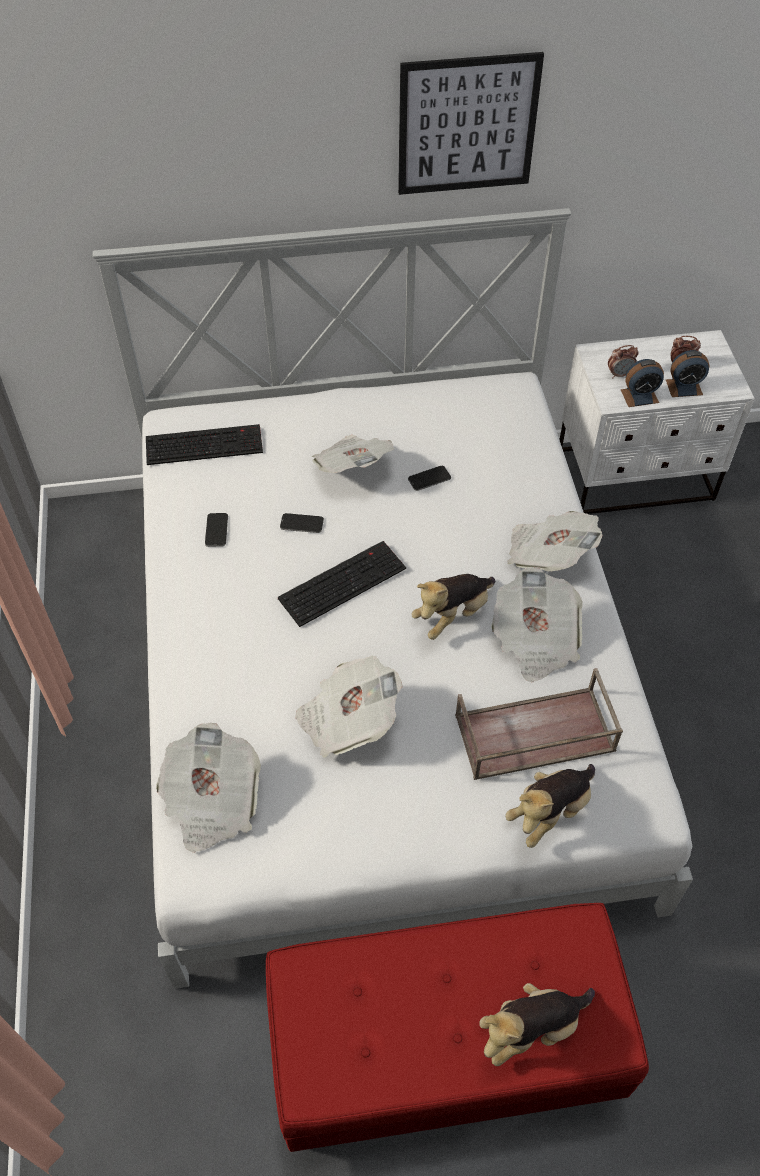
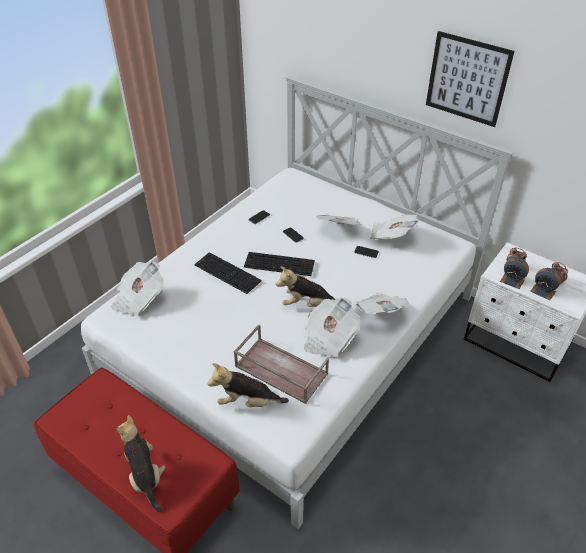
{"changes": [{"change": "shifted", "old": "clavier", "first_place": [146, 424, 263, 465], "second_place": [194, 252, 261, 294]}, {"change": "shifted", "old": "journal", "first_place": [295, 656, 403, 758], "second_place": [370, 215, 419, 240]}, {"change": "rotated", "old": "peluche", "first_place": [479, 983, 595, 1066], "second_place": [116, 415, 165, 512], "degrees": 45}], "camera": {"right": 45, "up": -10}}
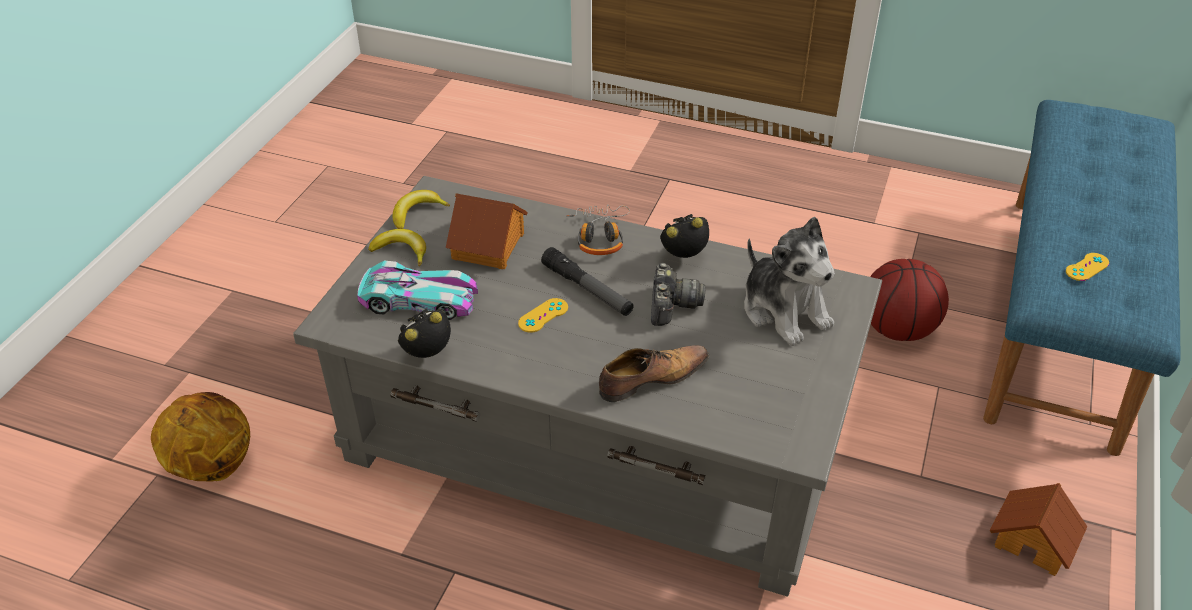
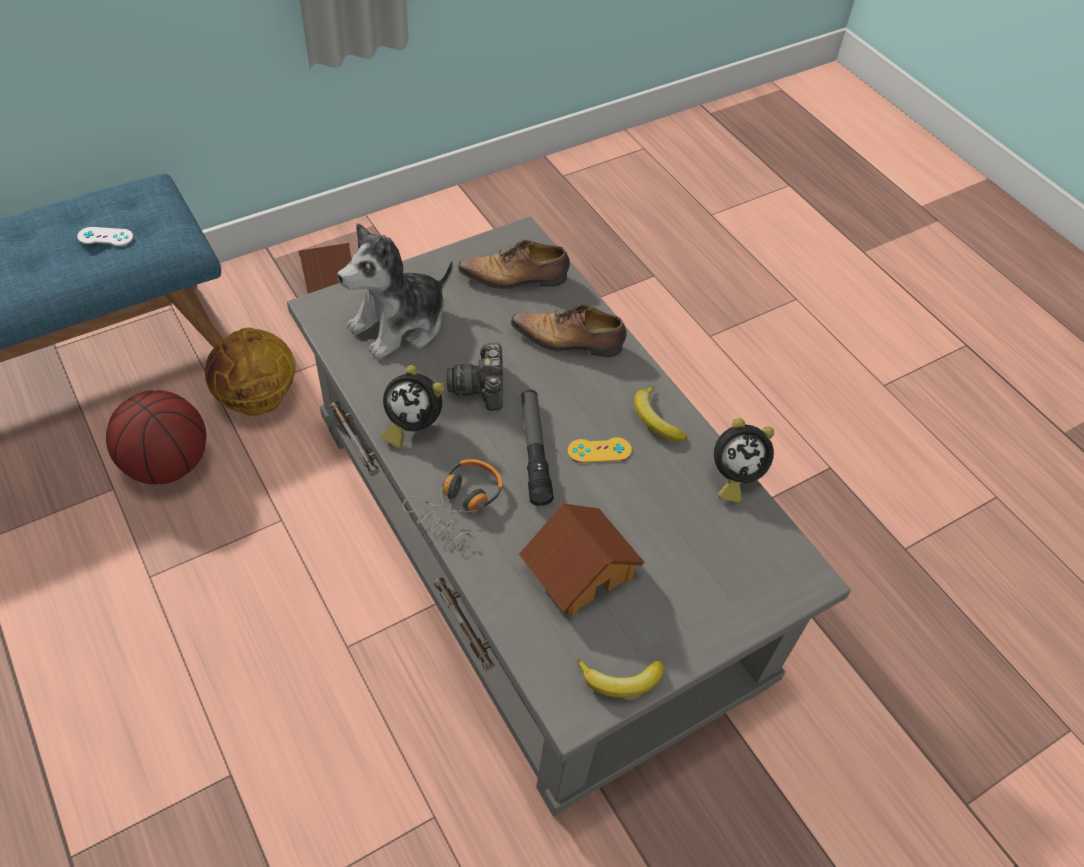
{"changes": [{"change": "gone", "old": "petite voiture", "first_place": [357, 260, 478, 320]}, {"change": "new", "new": "chaussure", "second_place": [458, 240, 570, 289]}, {"change": "shifted", "old": "ballon de basket", "first_place": [151, 392, 250, 482], "second_place": [205, 328, 296, 416]}, {"change": "shifted", "old": "banane", "first_place": [368, 229, 426, 266], "second_place": [634, 386, 687, 442]}, {"change": "repainted", "old": "manette (jaune)", "new": "manette (blanc)", "first_place": [1066, 253, 1109, 281], "second_place": [77, 227, 133, 246]}, {"change": "rotated", "old": "appareil photo", "first_place": [651, 263, 706, 326], "second_place": [447, 343, 503, 411], "degrees": -45}, {"change": "rotated", "old": "peluche", "first_place": [744, 217, 835, 346], "second_place": [338, 223, 453, 360], "degrees": -135}], "camera": {"right": -145, "up": 10}}
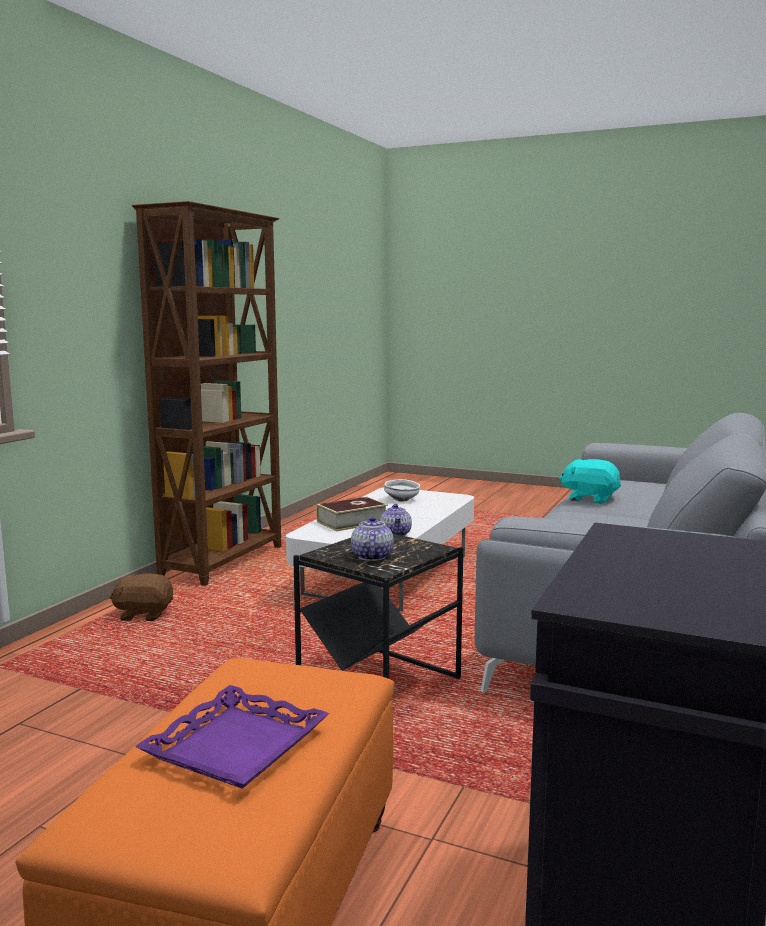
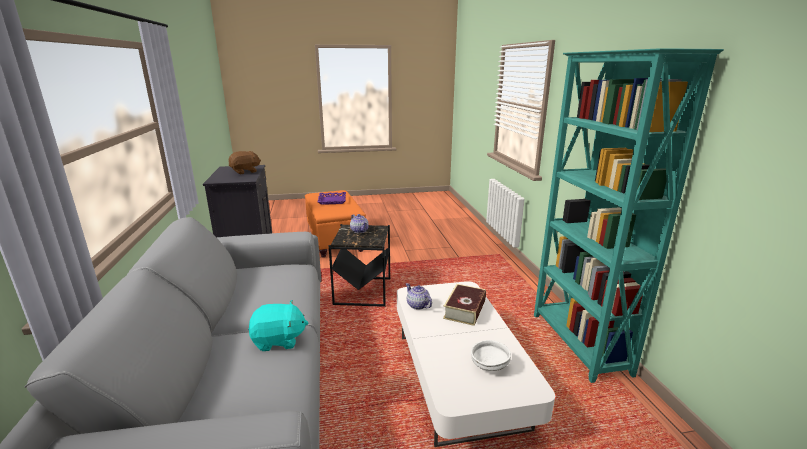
{"changes": [{"change": "shifted", "old": "peluche (marron)", "first_place": [110, 573, 173, 621], "second_place": [229, 151, 261, 174]}, {"change": "repainted", "old": "bibliothèque (marron)", "new": "bibliothèque (turquoise)", "first_place": [132, 201, 281, 586], "second_place": [534, 48, 724, 383]}], "camera": {"right": 145, "up": 10}}
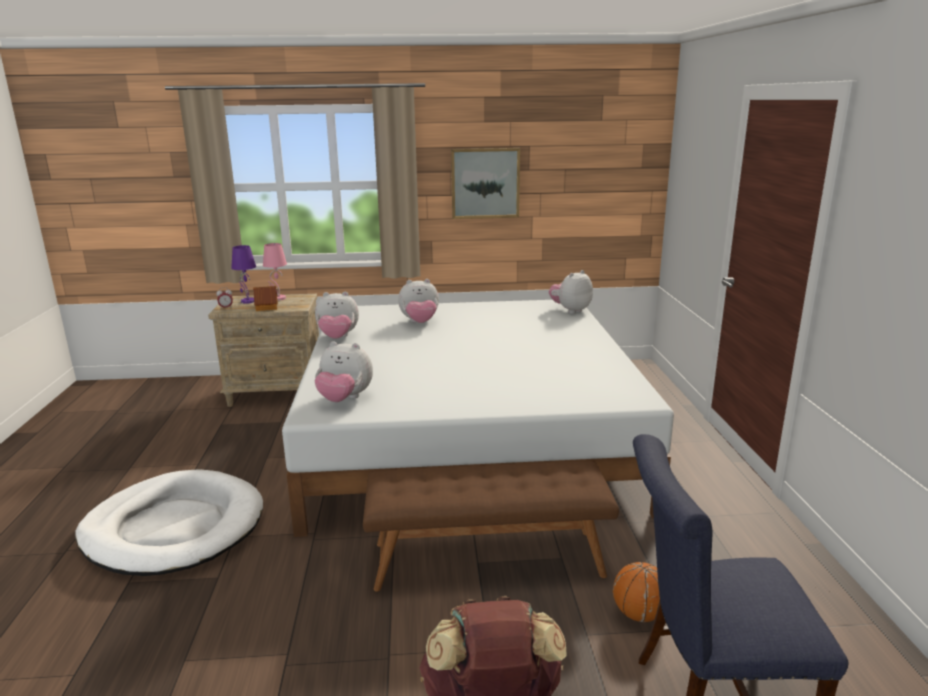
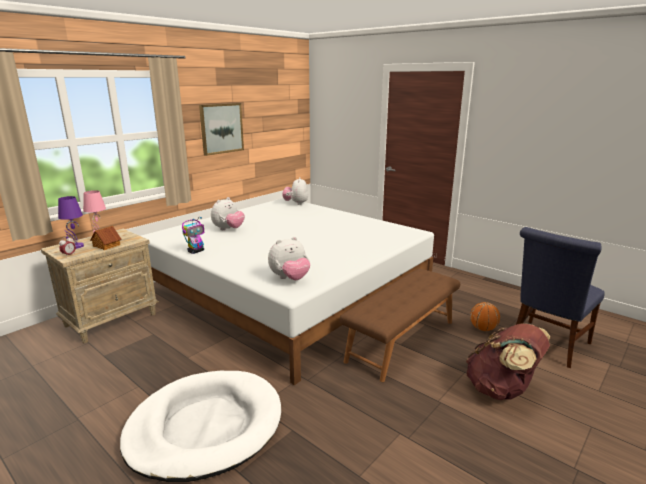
{"changes": [{"change": "swapped", "old": "peluche", "new": "robot jouet", "first_place": [315, 292, 359, 339], "second_place": [182, 217, 204, 254]}], "camera": {"right": -45, "up": 0}}
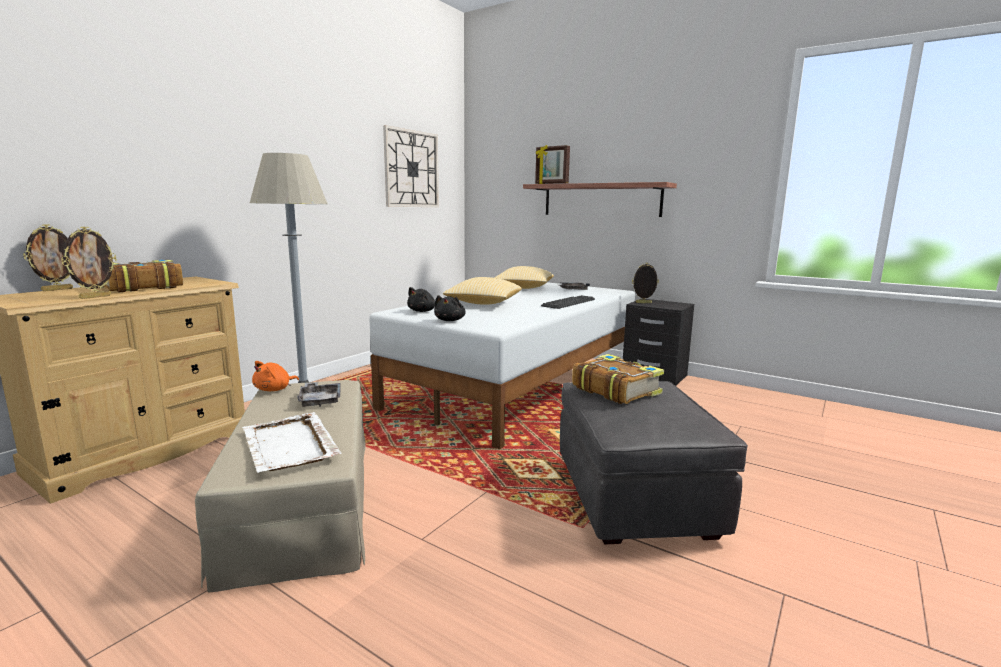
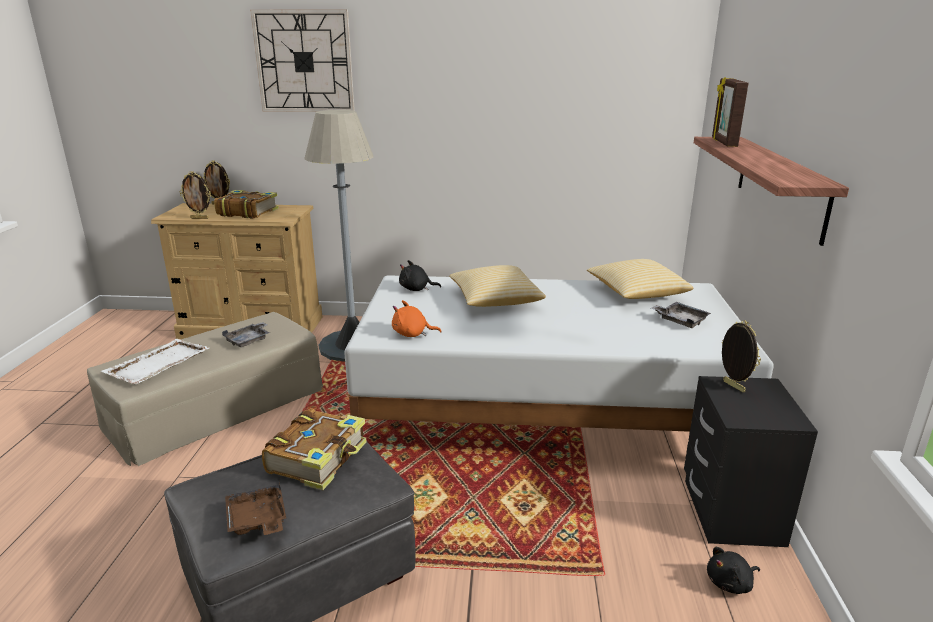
{"changes": [{"change": "gone", "old": "clavier", "first_place": [541, 295, 595, 309]}, {"change": "new", "new": "plateau (marron)", "second_place": [225, 482, 286, 535]}, {"change": "shifted", "old": "peluche (orange)", "first_place": [252, 361, 299, 391], "second_place": [392, 300, 442, 337]}, {"change": "shifted", "old": "horloge murale", "first_place": [383, 125, 439, 207], "second_place": [250, 9, 355, 112]}, {"change": "shifted", "old": "peluche (noir)", "first_place": [434, 295, 466, 321], "second_place": [707, 547, 760, 594]}], "camera": {"right": 60, "up": 10}}
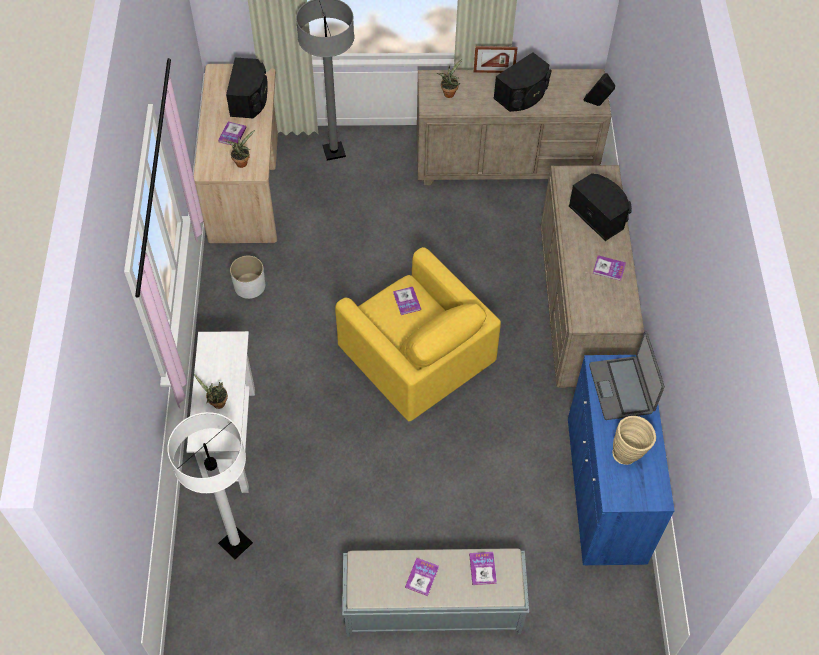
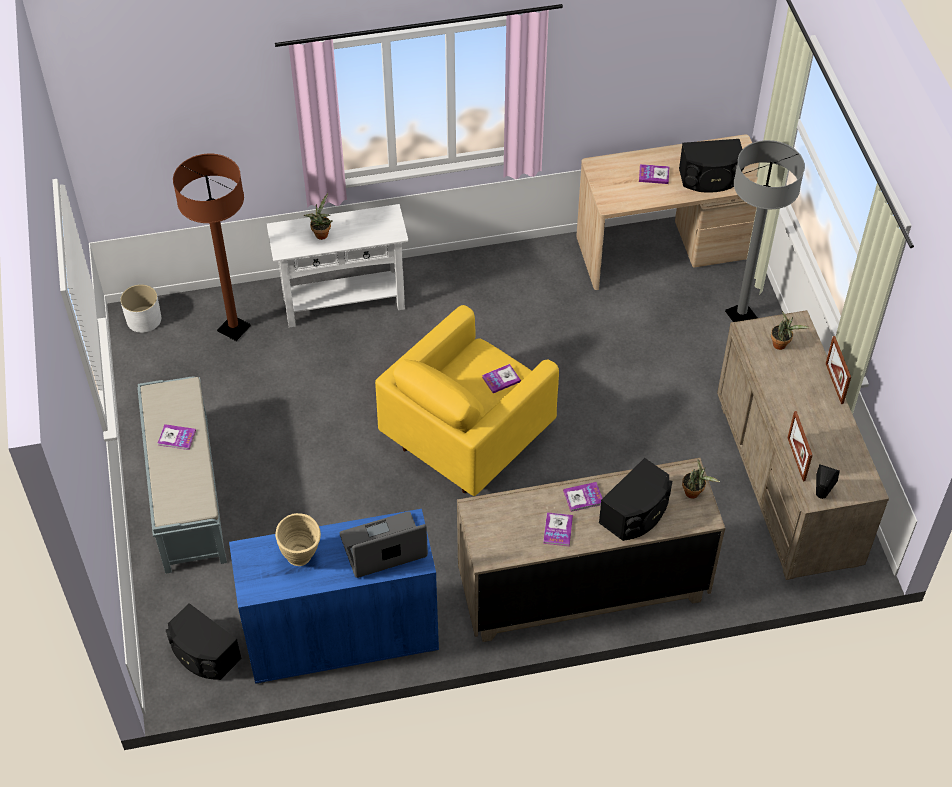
{"changes": [{"change": "new", "new": "cadre photo", "second_place": [787, 411, 813, 482]}, {"change": "shifted", "old": "plante en pot", "first_place": [226, 130, 255, 168], "second_place": [682, 458, 720, 499]}, {"change": "shifted", "old": "cache-pot (blanc)", "first_place": [230, 256, 265, 299], "second_place": [120, 285, 161, 333]}, {"change": "shifted", "old": "livre", "first_place": [469, 552, 497, 585], "second_place": [563, 482, 602, 512]}, {"change": "shifted", "old": "enceinte (noir)", "first_place": [494, 52, 551, 112], "second_place": [166, 603, 242, 680]}, {"change": "repainted", "old": "lampadaire (blanc)", "new": "lampadaire (marron)", "first_place": [167, 412, 253, 559], "second_place": [173, 154, 251, 341]}], "camera": {"right": 80, "up": -5}}
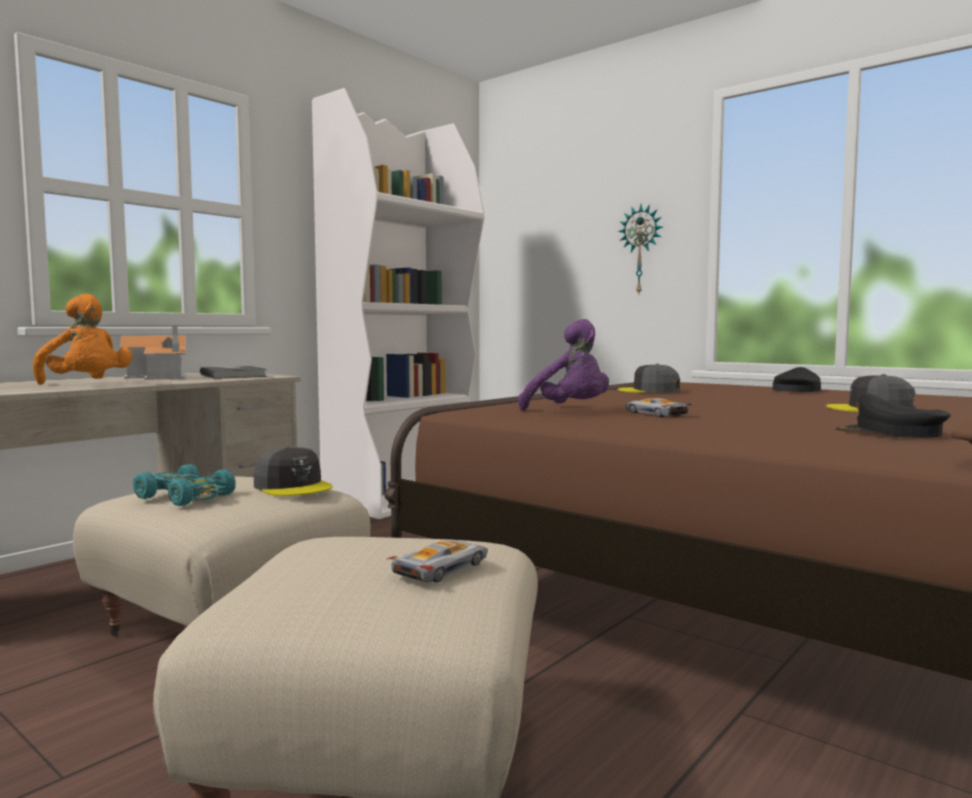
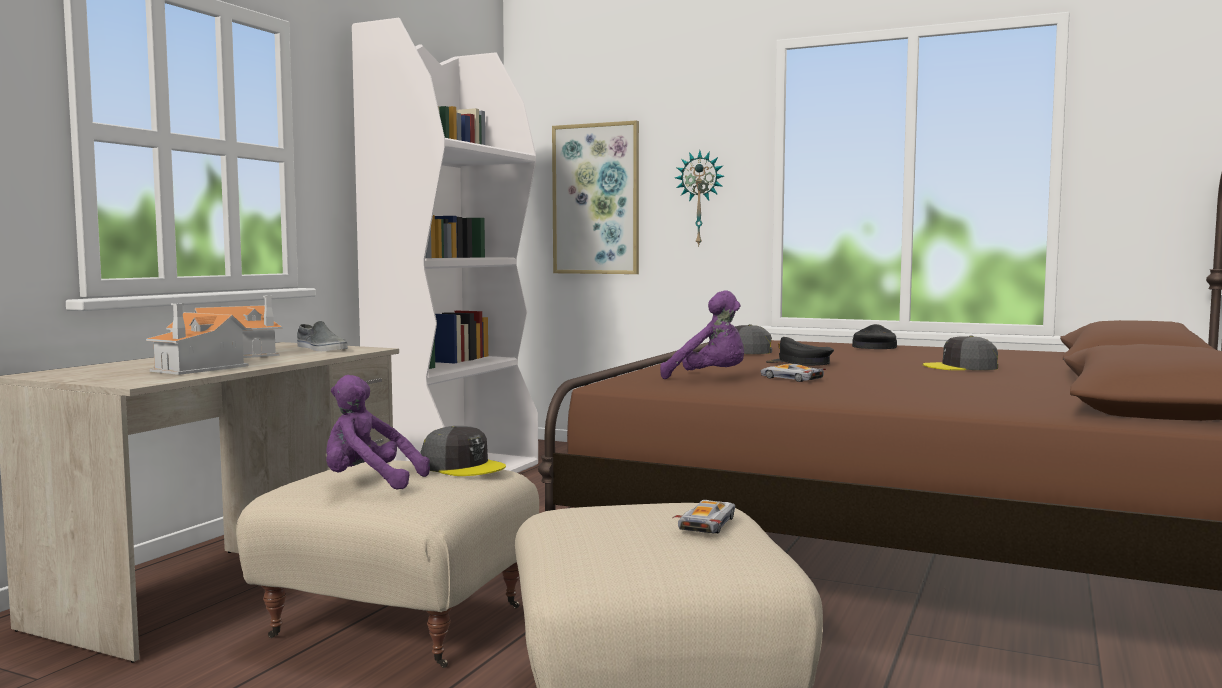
{"changes": [{"change": "new", "new": "tableau", "second_place": [552, 120, 639, 274]}, {"change": "shifted", "old": "casquette (noir)", "first_place": [835, 393, 951, 438], "second_place": [766, 337, 834, 366]}, {"change": "swapped", "old": "peluche (orange)", "new": "maison miniature", "first_place": [33, 294, 133, 385], "second_place": [146, 303, 252, 375]}, {"change": "swapped", "old": "petite voiture (turquoise)", "new": "peluche (violet)", "first_place": [133, 464, 236, 506], "second_place": [326, 375, 430, 489]}, {"change": "swapped", "old": "livre (gris)", "new": "chaussure (gris)", "first_place": [200, 366, 267, 379], "second_place": [297, 321, 348, 351]}], "camera": {"right": -15, "up": 0}}
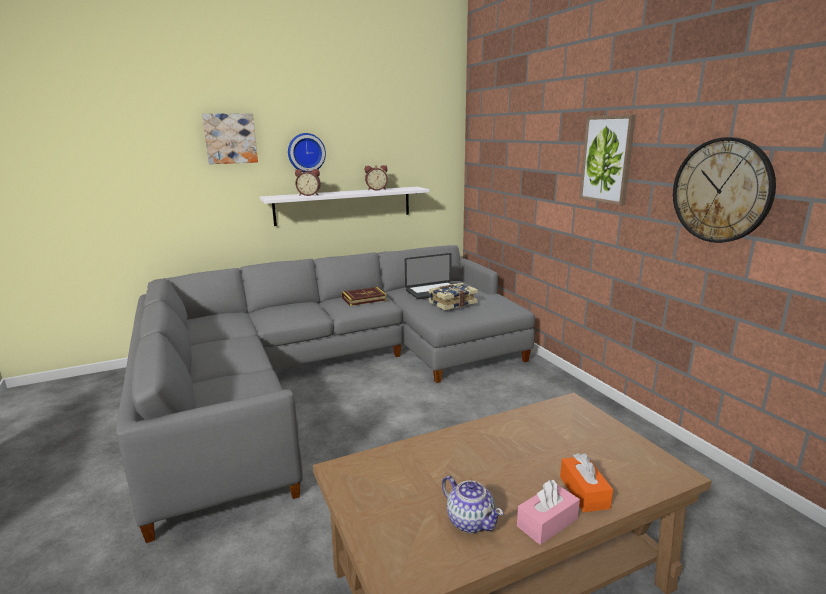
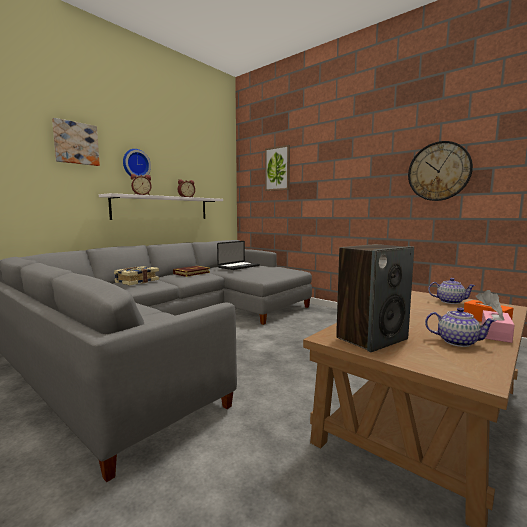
{"changes": [{"change": "new", "new": "enceinte", "second_place": [336, 244, 414, 352]}, {"change": "new", "new": "théière", "second_place": [428, 278, 476, 304]}, {"change": "shifted", "old": "livre", "first_place": [429, 283, 478, 310], "second_place": [114, 266, 159, 286]}, {"change": "shifted", "old": "tableau", "first_place": [579, 115, 636, 206], "second_place": [265, 145, 290, 191]}], "camera": {"right": -25, "up": -10}}
